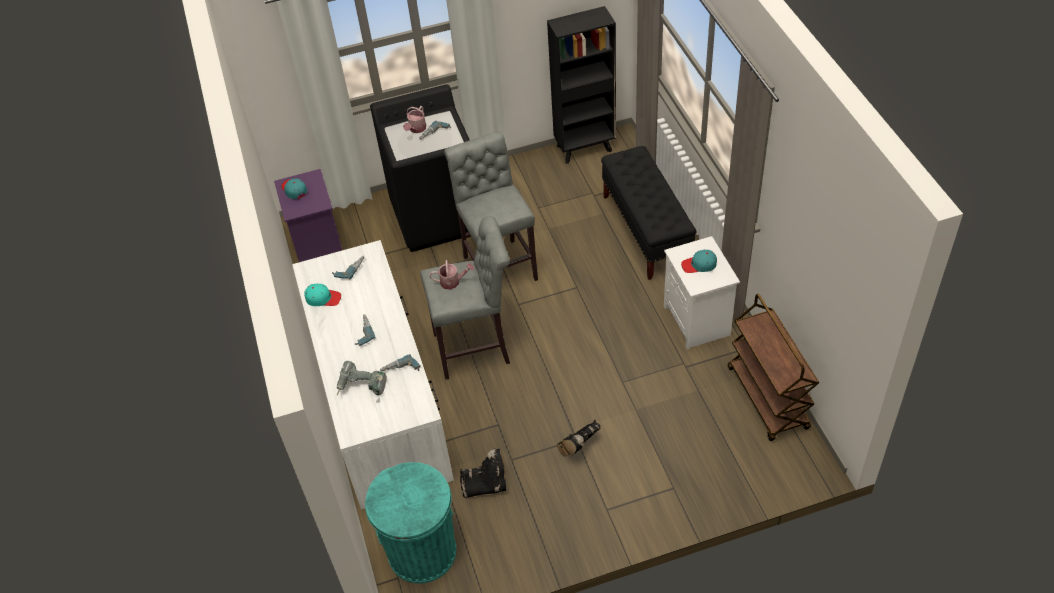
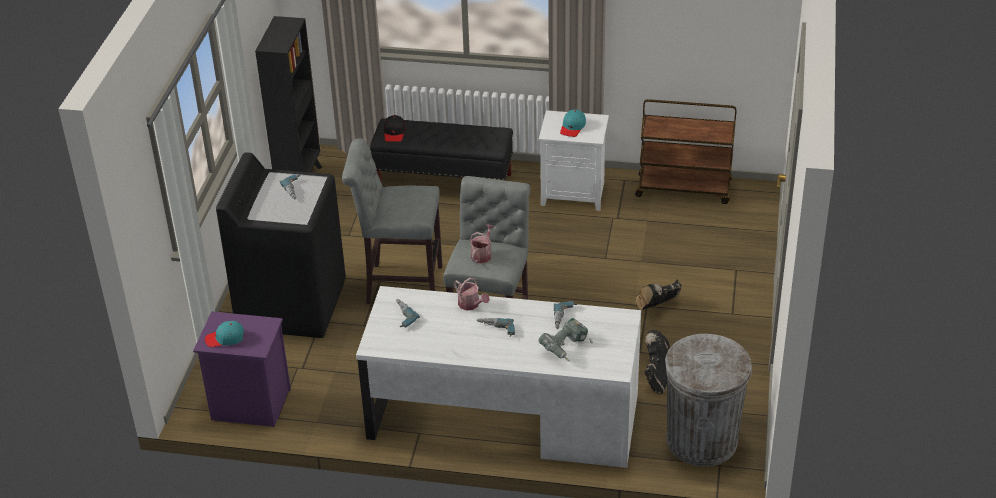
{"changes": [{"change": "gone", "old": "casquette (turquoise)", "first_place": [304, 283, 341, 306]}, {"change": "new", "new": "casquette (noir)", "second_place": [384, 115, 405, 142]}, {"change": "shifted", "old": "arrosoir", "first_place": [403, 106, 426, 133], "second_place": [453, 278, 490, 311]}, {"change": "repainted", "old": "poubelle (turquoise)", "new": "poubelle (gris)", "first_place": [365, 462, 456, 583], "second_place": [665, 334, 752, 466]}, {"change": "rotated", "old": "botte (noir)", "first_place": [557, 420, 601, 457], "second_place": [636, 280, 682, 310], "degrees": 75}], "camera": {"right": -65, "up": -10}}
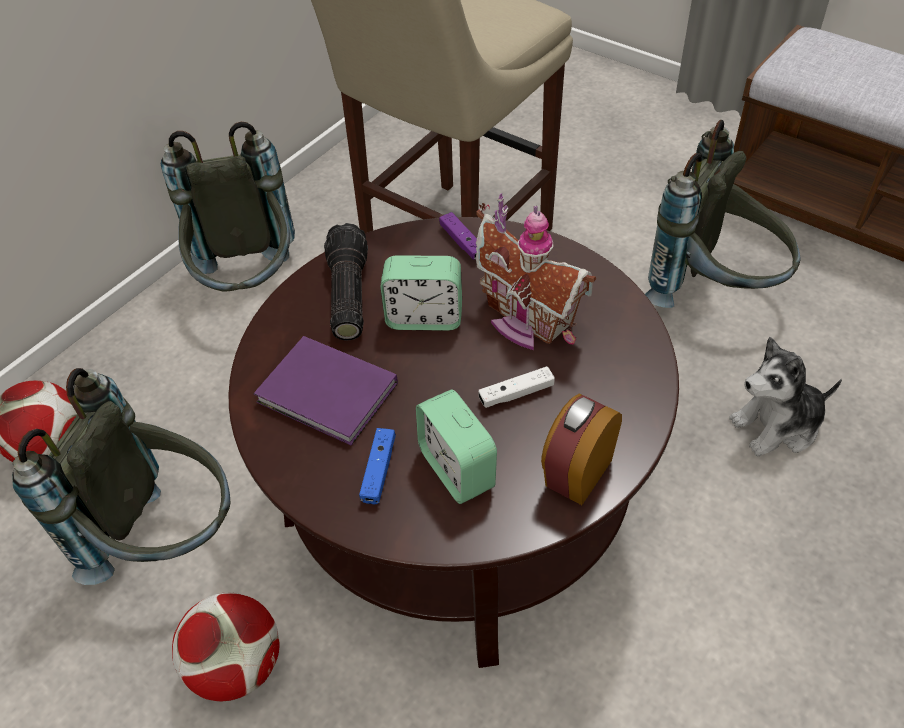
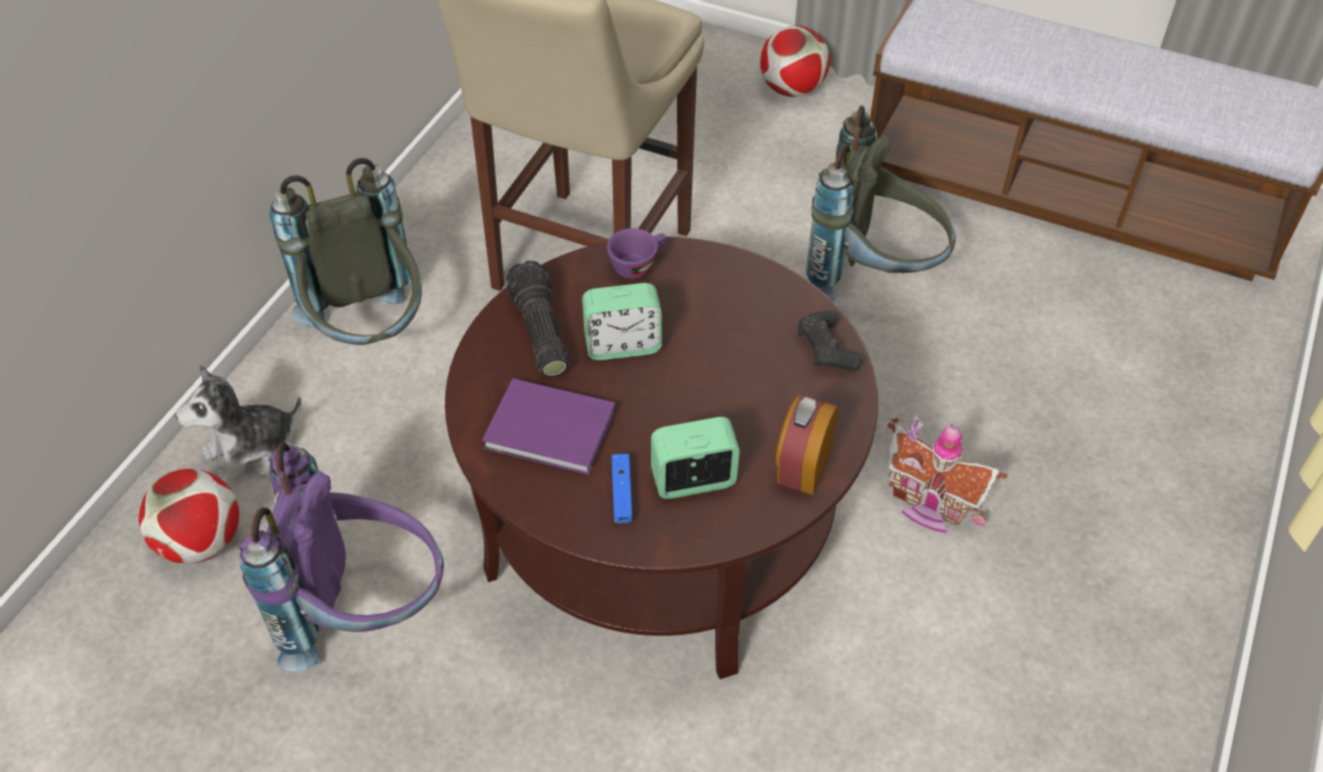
{"changes": [{"change": "gone", "old": "manette (blanc)", "first_place": [478, 366, 555, 408]}, {"change": "new", "new": "manette (noir)", "second_place": [798, 311, 862, 371]}, {"change": "shifted", "old": "ballon de foot", "first_place": [172, 592, 280, 701], "second_place": [760, 25, 830, 97]}, {"change": "shifted", "old": "maison miniature", "first_place": [476, 193, 596, 350], "second_place": [887, 413, 1007, 533]}, {"change": "shifted", "old": "peluche", "first_place": [729, 337, 842, 457], "second_place": [175, 365, 302, 484]}, {"change": "swapped", "old": "manette (violet)", "new": "tasse (violet)", "first_place": [439, 212, 477, 259], "second_place": [607, 228, 667, 279]}, {"change": "repainted", "old": "sac à dos (gris)", "new": "sac à dos (violet)", "first_place": [12, 368, 231, 585], "second_place": [239, 442, 444, 672]}, {"change": "rotated", "old": "réveil", "first_place": [416, 390, 497, 504], "second_place": [651, 417, 740, 499], "degrees": 120}], "camera": {"right": -15, "up": 0}}
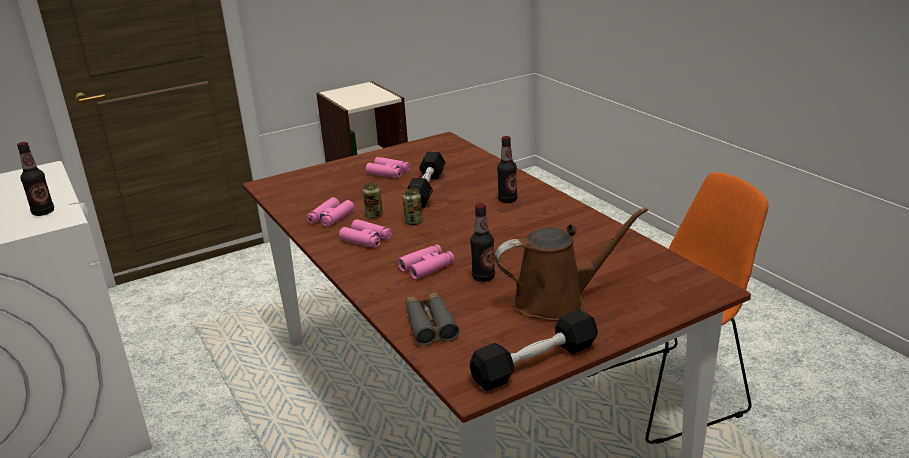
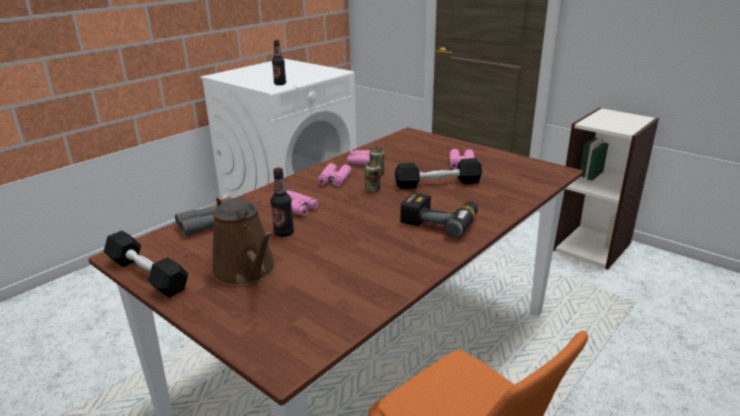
{"changes": [{"change": "swapped", "old": "bouteille", "new": "perceuse", "first_place": [497, 136, 517, 203], "second_place": [400, 192, 478, 238]}], "camera": {"right": 70, "up": 0}}
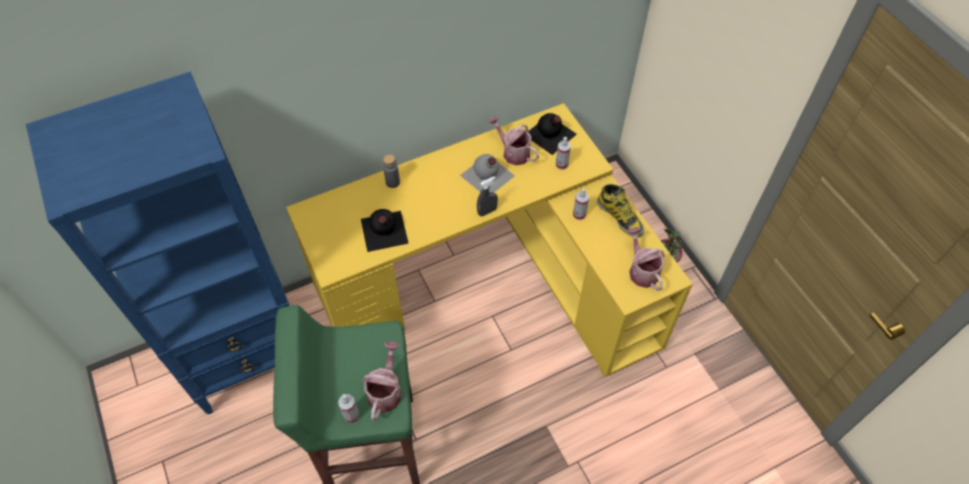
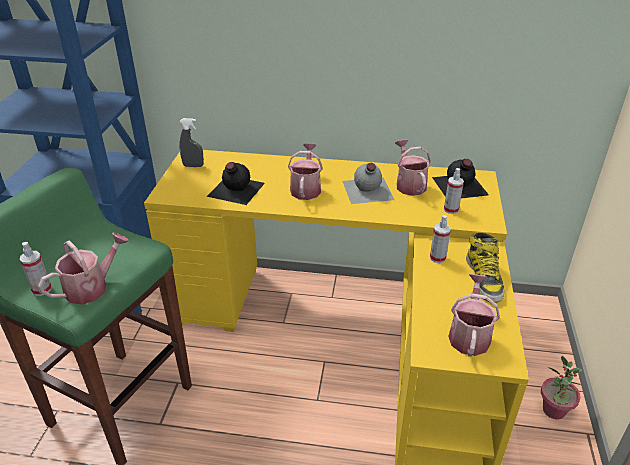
{"changes": [{"change": "gone", "old": "bouteille (gris)", "first_place": [383, 154, 400, 188]}, {"change": "new", "new": "arrosoir", "second_place": [288, 143, 323, 200]}, {"change": "shifted", "old": "vaporisateur (gris)", "first_place": [477, 176, 498, 216], "second_place": [179, 118, 204, 167]}], "camera": {"right": 35, "up": -20}}
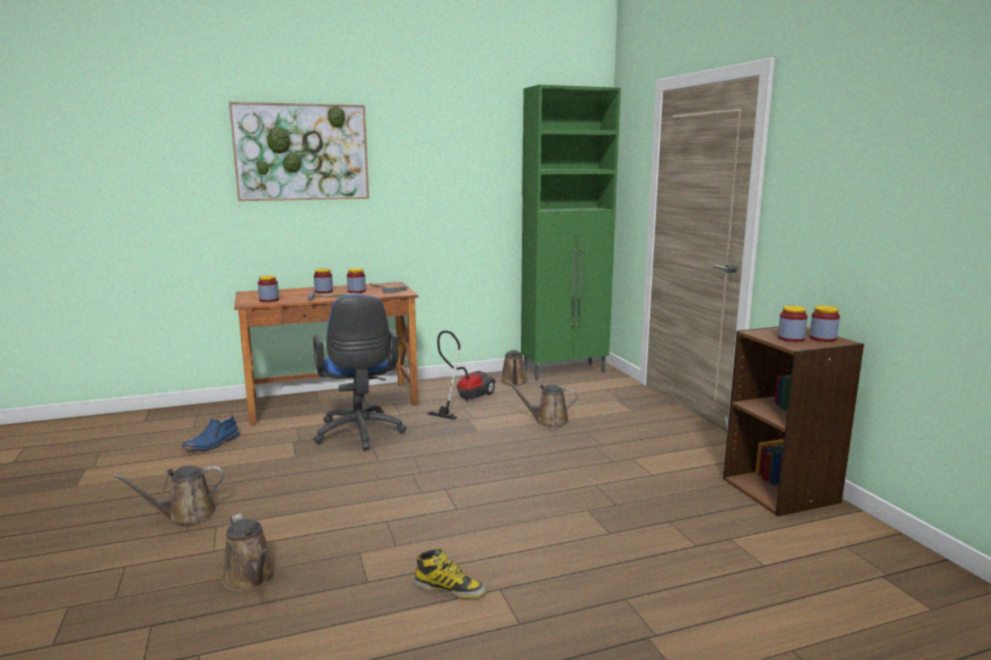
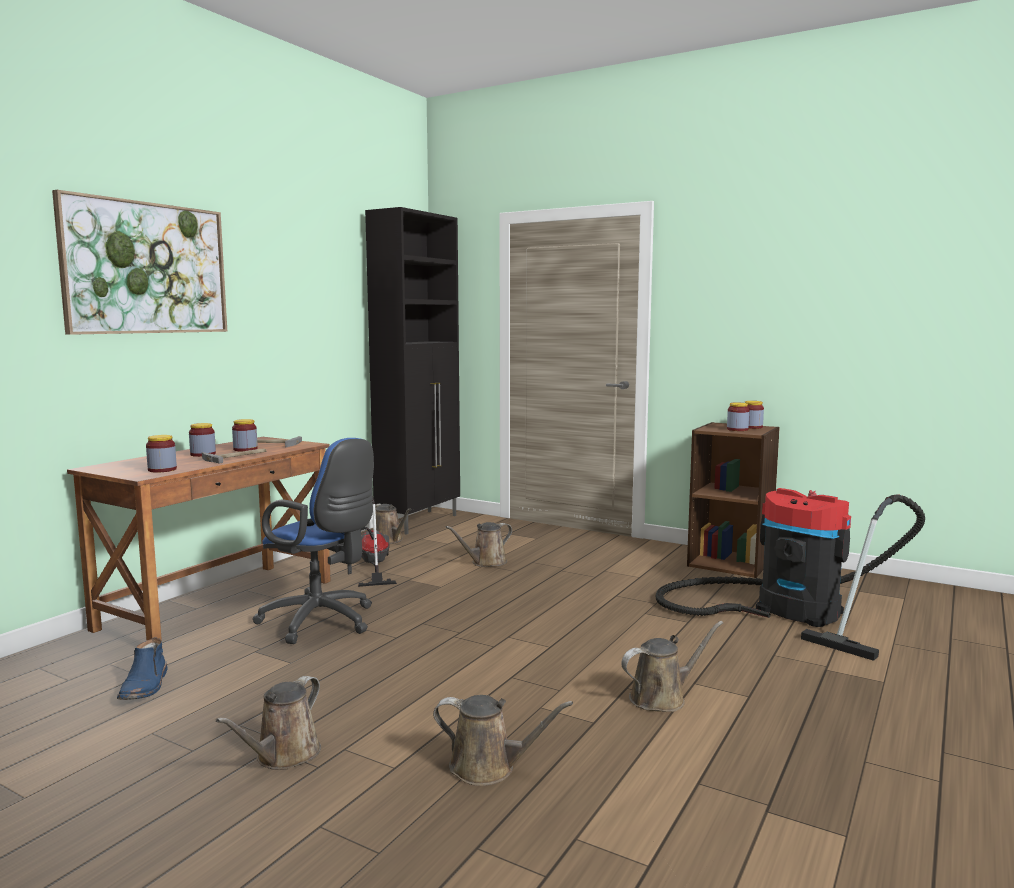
{"changes": [{"change": "new", "new": "aspirateur", "second_place": [656, 488, 925, 661]}, {"change": "swapped", "old": "botte", "new": "arrosoir (marron)", "first_place": [414, 548, 486, 599], "second_place": [621, 621, 723, 712]}, {"change": "repainted", "old": "meuble de rangement (vert)", "new": "meuble de rangement (noir)", "first_place": [521, 85, 621, 381], "second_place": [365, 207, 460, 535]}], "camera": {"right": -40, "up": -5}}
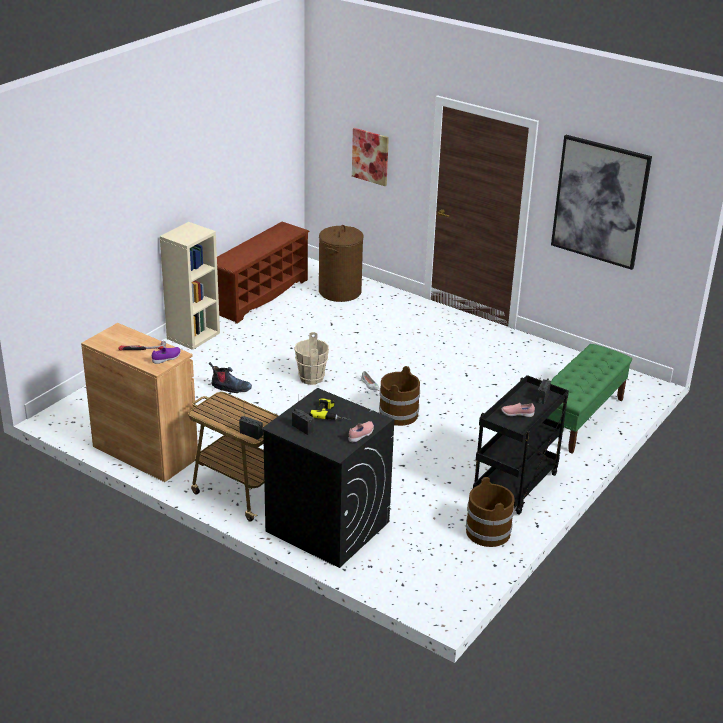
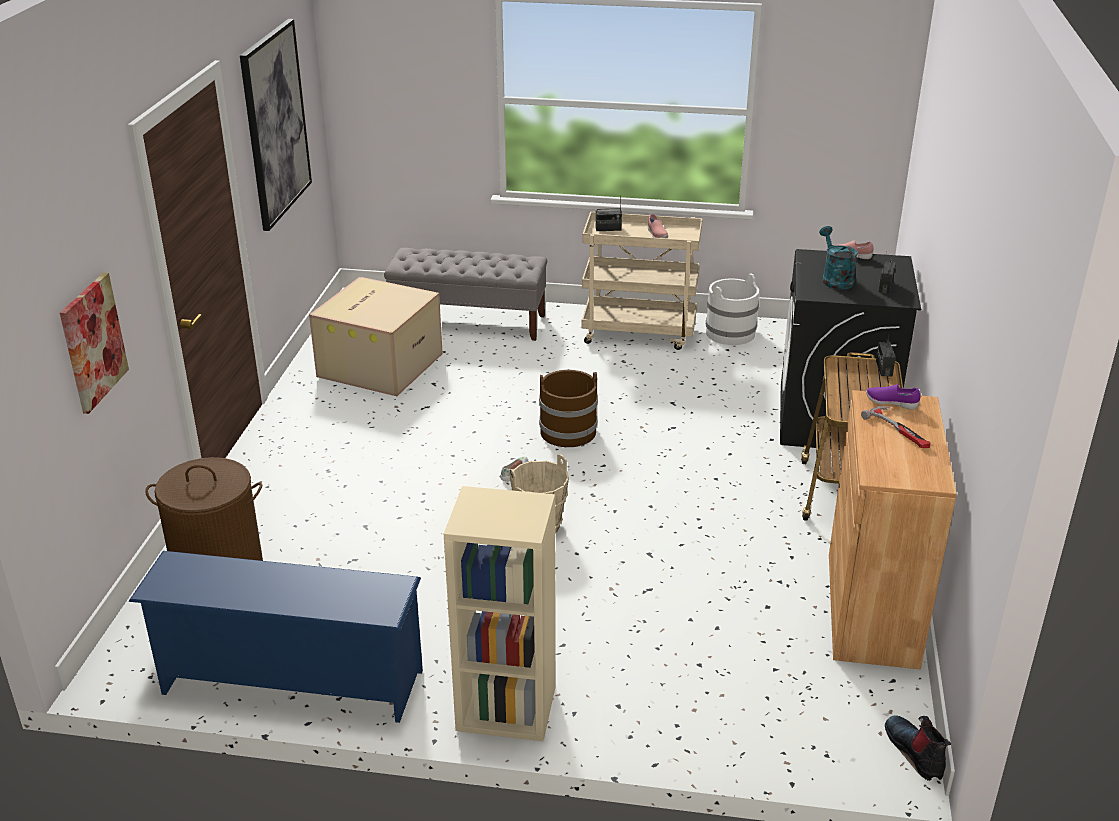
{"changes": [{"change": "new", "new": "carton", "second_place": [309, 277, 443, 396]}, {"change": "shifted", "old": "botte", "first_place": [209, 362, 252, 393], "second_place": [885, 715, 951, 781]}, {"change": "swapped", "old": "perceuse", "new": "arrosoir (turquoise)", "first_place": [309, 398, 350, 420], "second_place": [819, 226, 858, 290]}, {"change": "repainted", "old": "étagère à chaussures (marron)", "new": "étagère à chaussures (bleu)", "first_place": [217, 222, 310, 324], "second_place": [129, 551, 423, 723]}, {"change": "repainted", "old": "seau (marron)", "new": "seau (blanc)", "first_place": [466, 477, 515, 547], "second_place": [706, 273, 759, 345]}, {"change": "repainted", "old": "chariot (noir)", "new": "chariot (beige)", "first_place": [473, 375, 569, 515], "second_place": [582, 212, 702, 350]}, {"change": "repainted", "old": "banc (vert)", "new": "banc (gris)", "first_place": [548, 344, 632, 454], "second_place": [384, 248, 547, 341]}], "camera": {"right": -115, "up": 0}}
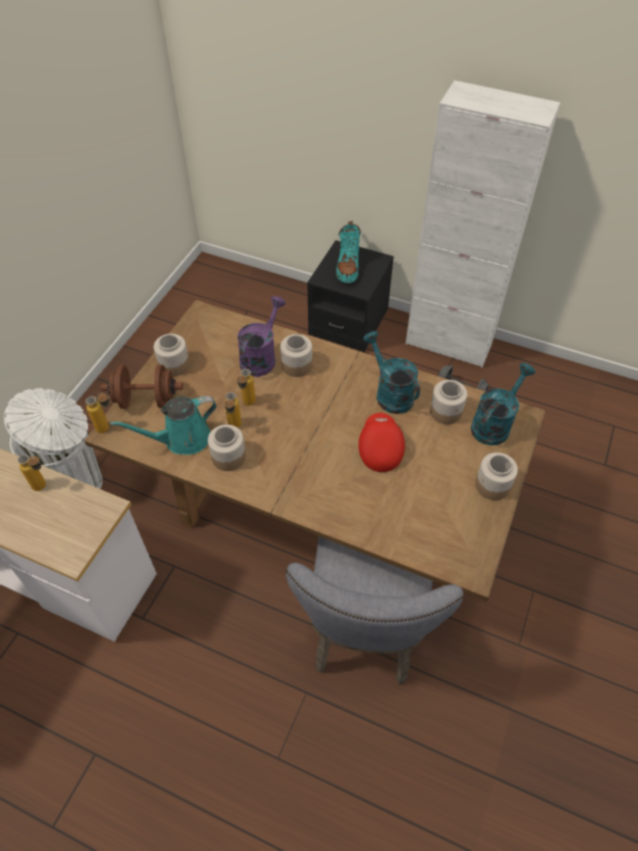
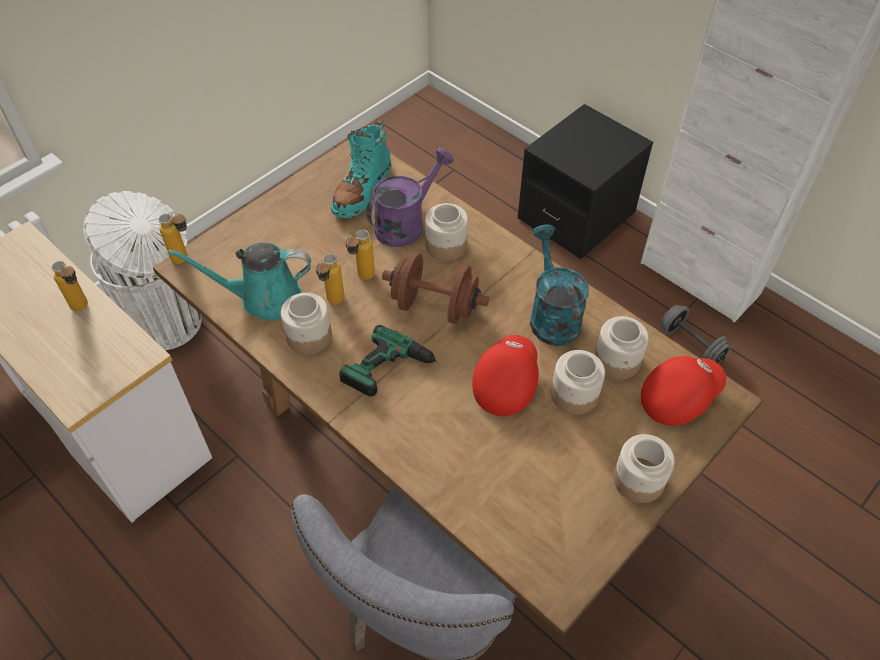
{"changes": [{"change": "new", "new": "perceuse", "second_place": [339, 325, 449, 397]}, {"change": "shifted", "old": "haltère (marron)", "first_place": [101, 365, 183, 409], "second_place": [382, 252, 489, 324]}, {"change": "shifted", "old": "bocal", "first_place": [154, 334, 190, 376], "second_place": [551, 350, 605, 415]}, {"change": "shifted", "old": "botte (turquoise)", "first_place": [336, 221, 361, 283], "second_place": [331, 120, 391, 218]}, {"change": "swapped", "old": "arrosoir (turquoise)", "new": "casquette (rouge)", "first_place": [471, 363, 535, 445], "second_place": [641, 356, 726, 426]}], "camera": {"right": 20, "up": 0}}
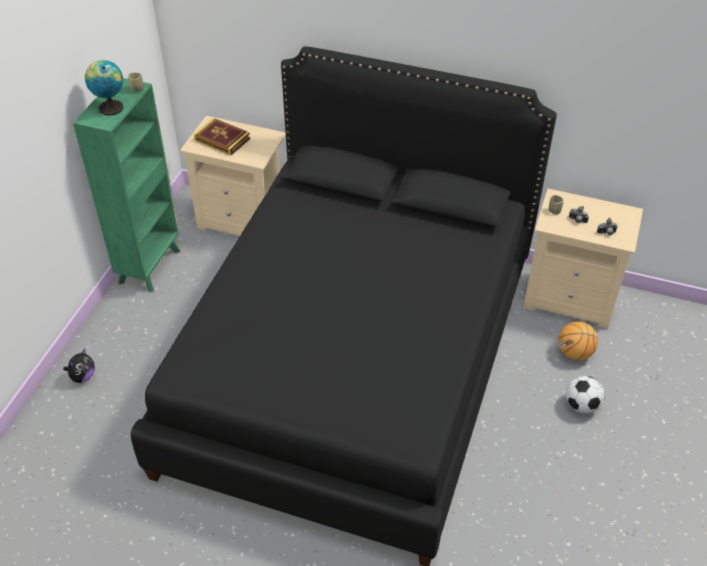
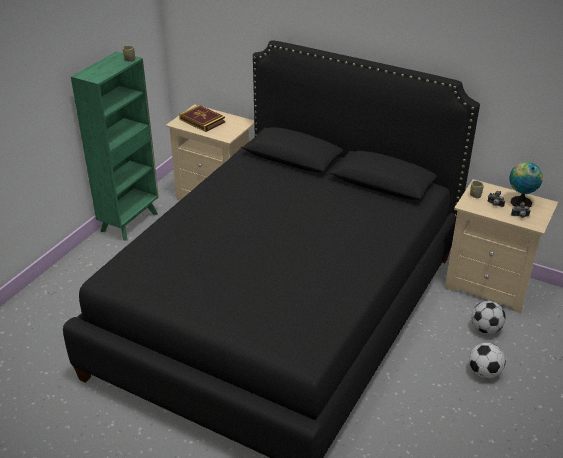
{"changes": [{"change": "gone", "old": "peluche", "first_place": [63, 349, 95, 383]}, {"change": "shifted", "old": "globe", "first_place": [85, 60, 124, 116], "second_place": [509, 162, 543, 208]}, {"change": "swapped", "old": "ballon de basket", "new": "ballon de foot", "first_place": [558, 321, 598, 360], "second_place": [472, 301, 505, 334]}], "camera": {"right": 10, "up": -10}}
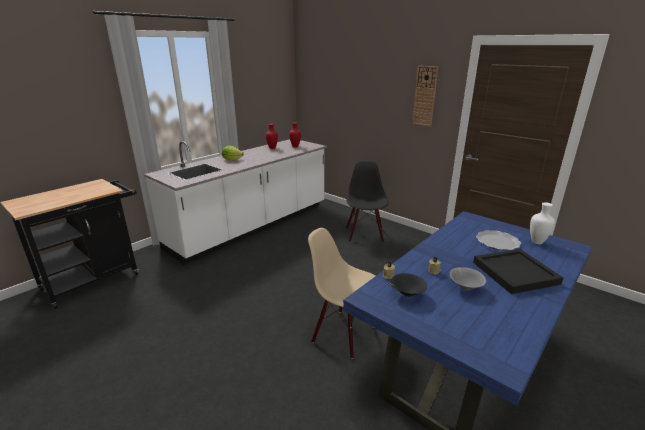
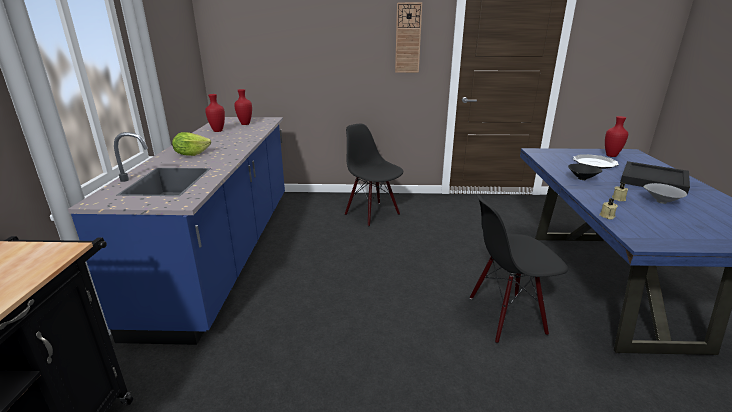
{"changes": [{"change": "shifted", "old": "bol (noir)", "first_place": [390, 273, 427, 297], "second_place": [568, 164, 602, 180]}, {"change": "repainted", "old": "comptoir de cuisine (blanc)", "new": "comptoir de cuisine (bleu)", "first_place": [144, 139, 327, 264], "second_place": [68, 117, 285, 345]}, {"change": "repainted", "old": "chaise (beige)", "new": "chaise (noir)", "first_place": [308, 228, 376, 359], "second_place": [470, 194, 568, 343]}, {"change": "repainted", "old": "vase (blanc)", "new": "vase (rouge)", "first_place": [530, 202, 555, 244], "second_place": [605, 116, 628, 157]}], "camera": {"right": -40, "up": 0}}
